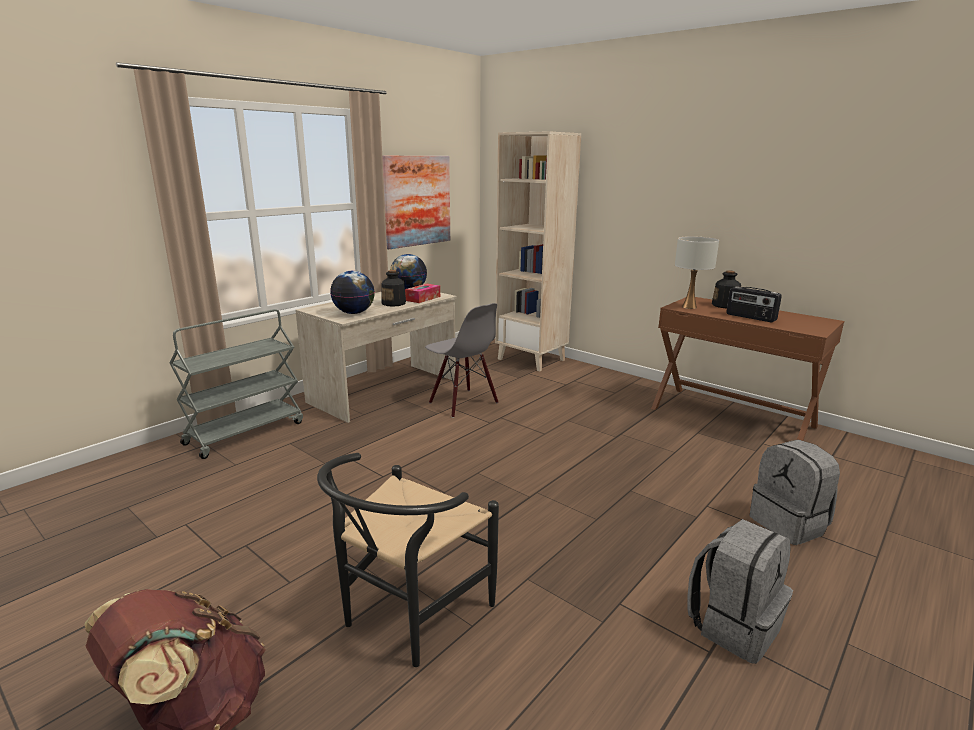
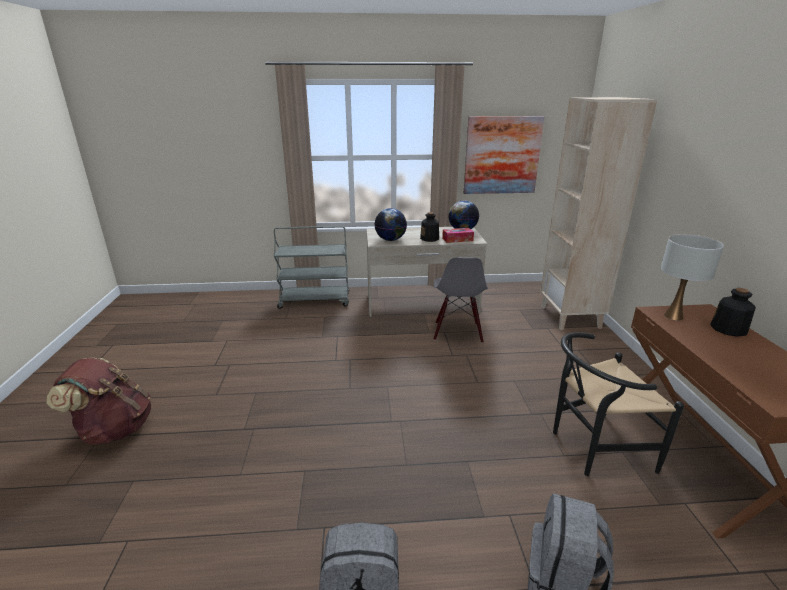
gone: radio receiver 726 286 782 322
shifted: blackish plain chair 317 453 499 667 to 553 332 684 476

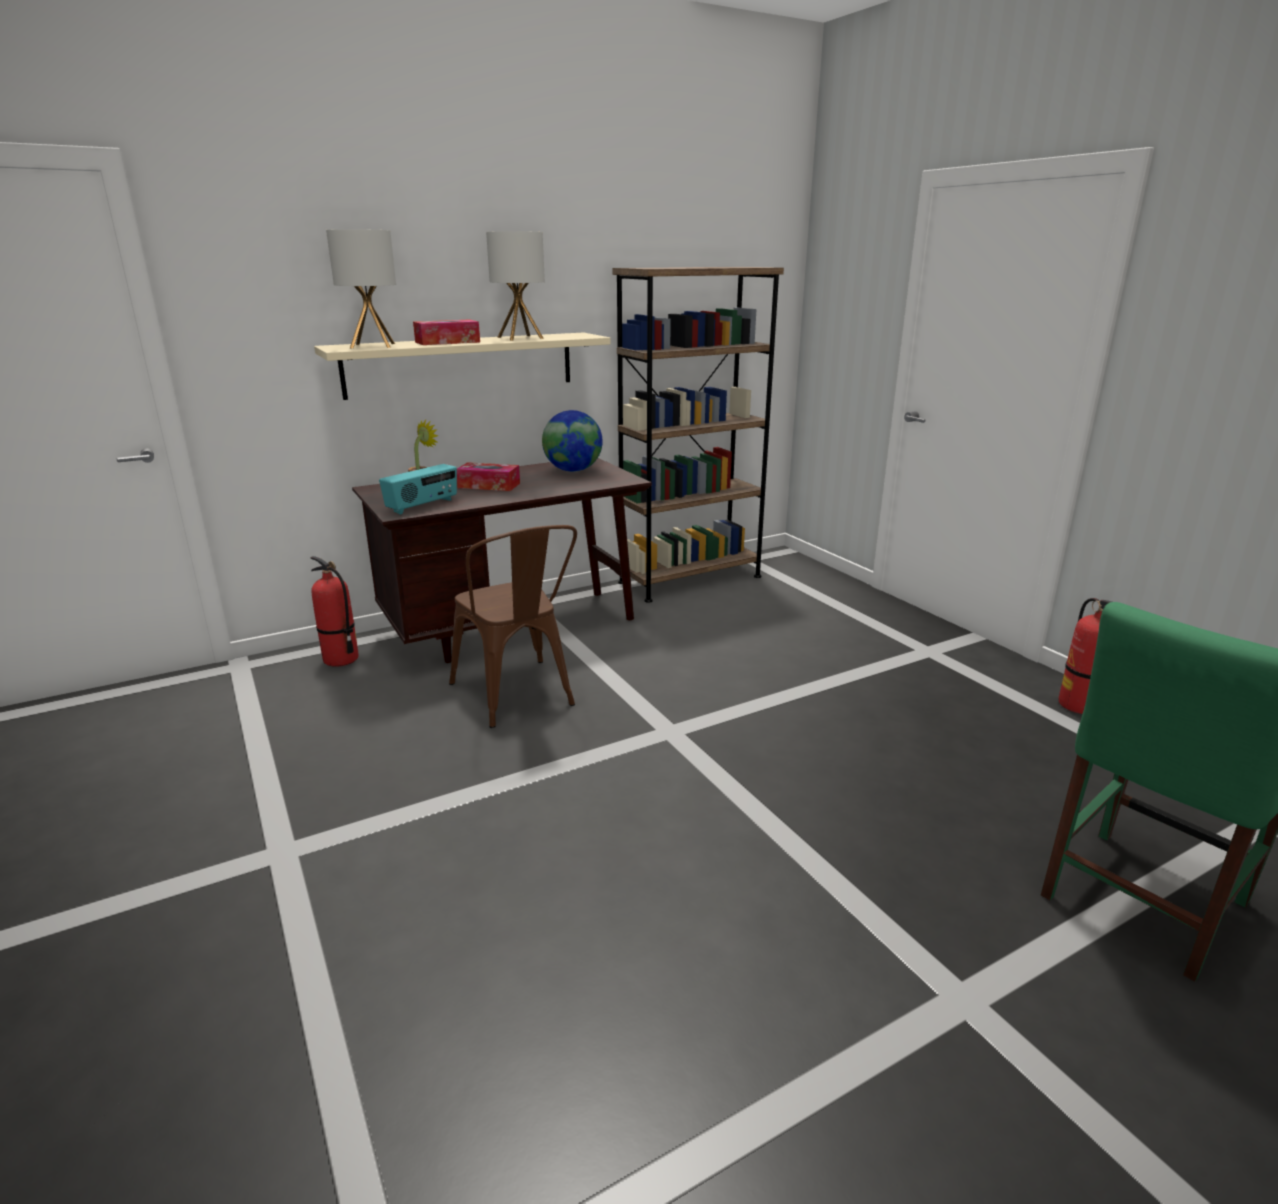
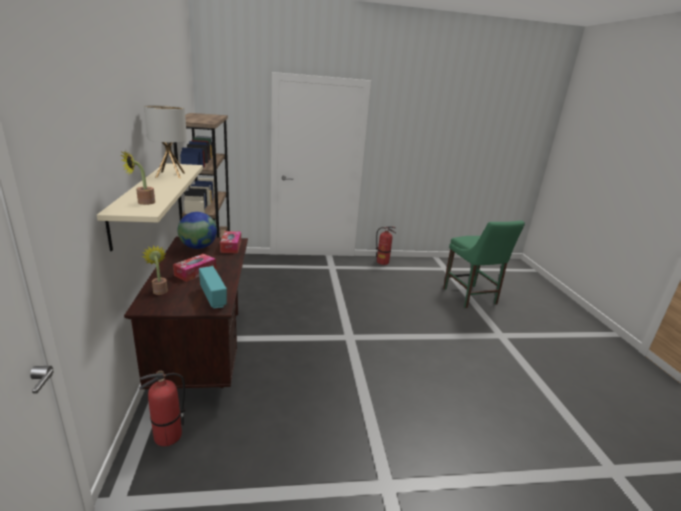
gone: brown-coloured plain chair 449 525 577 728
shifted: tissue holder 413 319 480 345 to 220 231 241 253
swapped: tabletop lamp 326 229 396 348 to potted plant 121 150 155 205

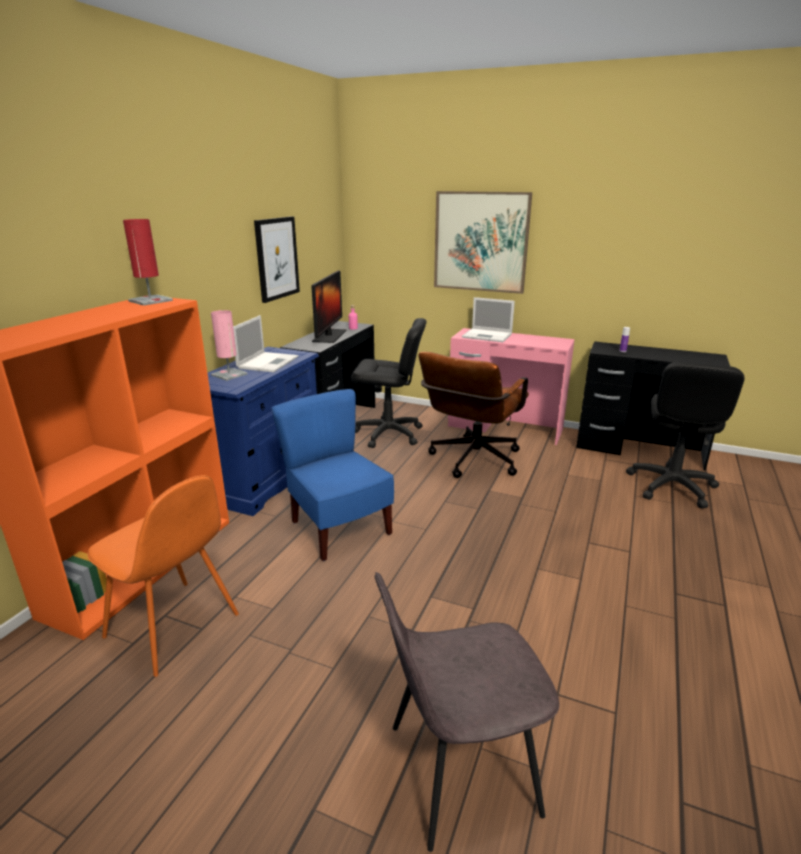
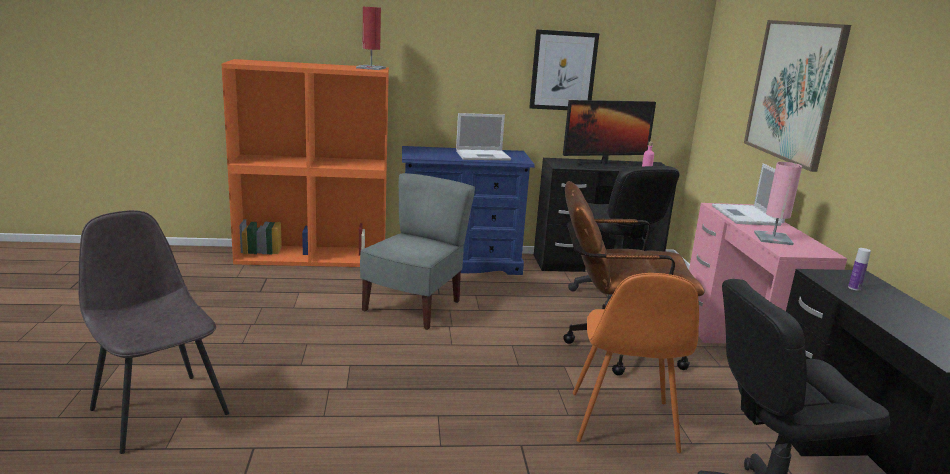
shifted: orange plain chair 87 475 239 677 to 573 273 699 453; pinkish tabletop lamp 211 310 247 381 to 754 162 802 245
repainted: blue-coloured plain chair 271 389 394 561 to grey plain chair 360 173 475 330

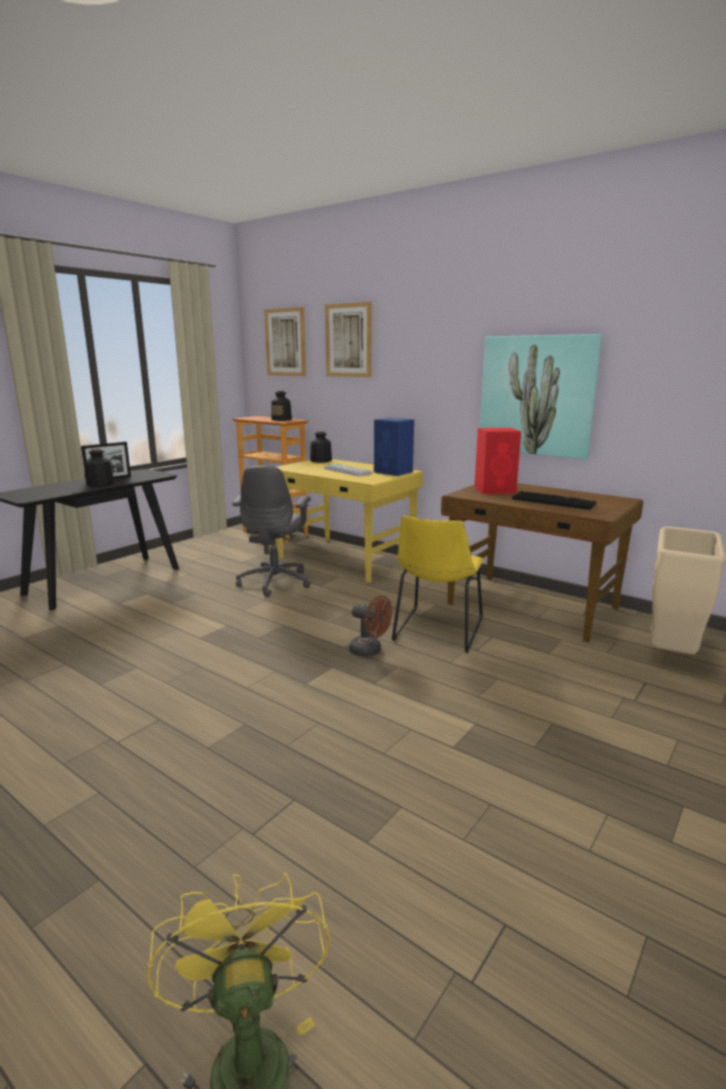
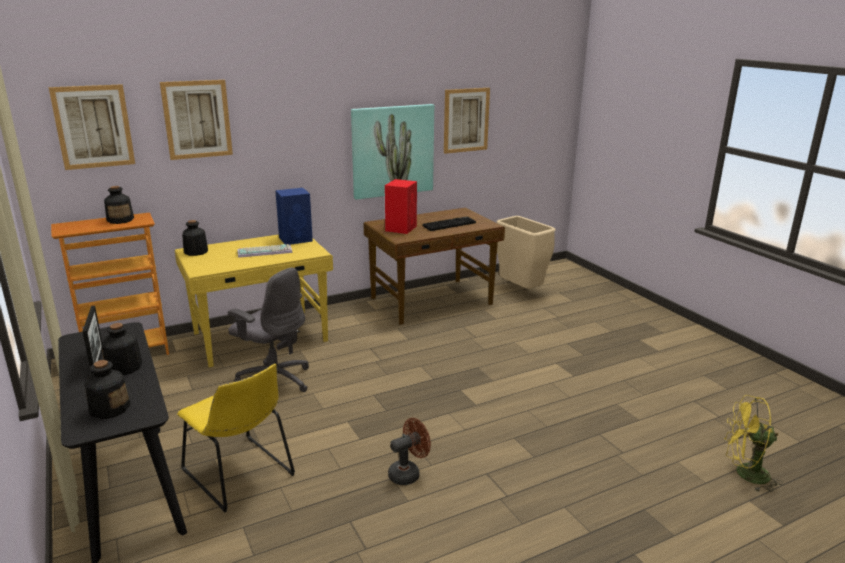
new: bottle 85 360 131 419; wall art 444 88 490 154
shifted: brown-coloured electric fan 349 596 392 657 to 388 418 431 485; yellow plain chair 392 515 483 653 to 177 364 295 513

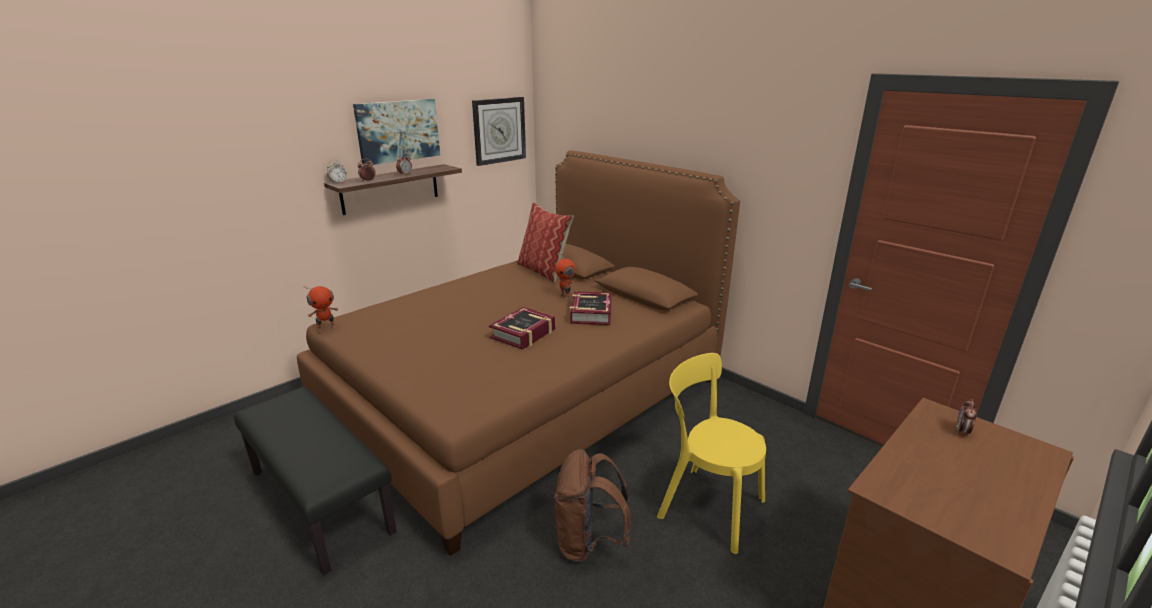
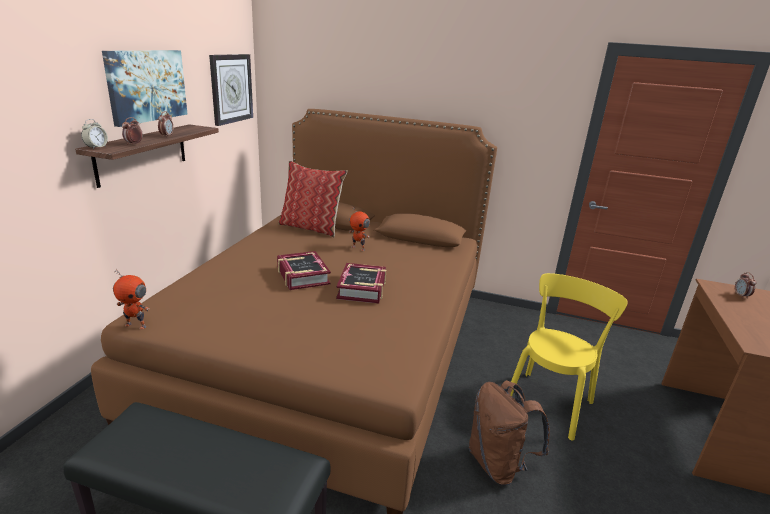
shifted: volume 570 291 612 325 to 277 251 331 290
rotated: toy robot 304 285 338 332 = 113 269 150 330 75 degrees clockwise; yellow plain chair 657 353 766 554 = 510 273 628 441 120 degrees clockwise

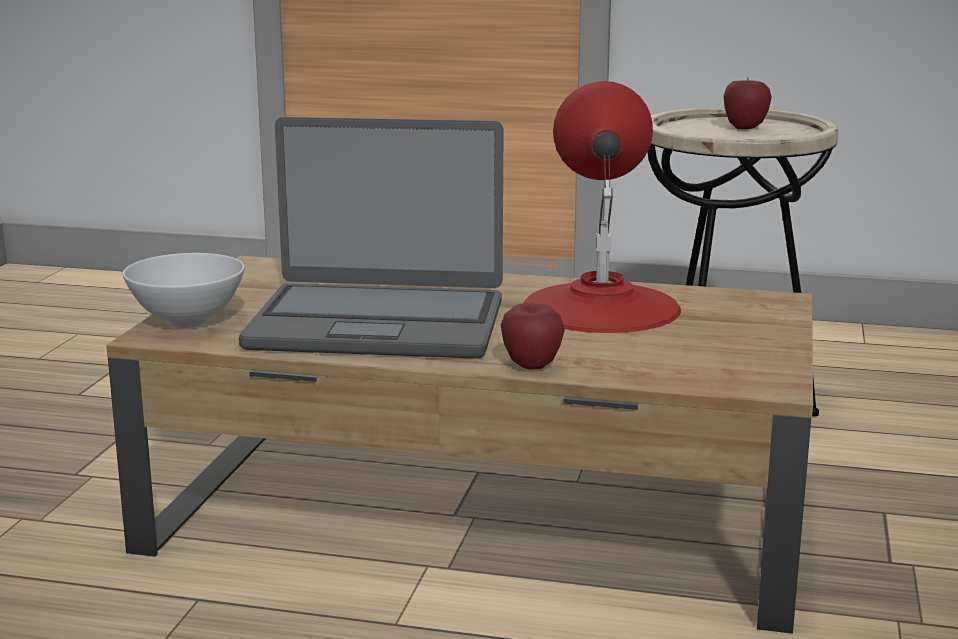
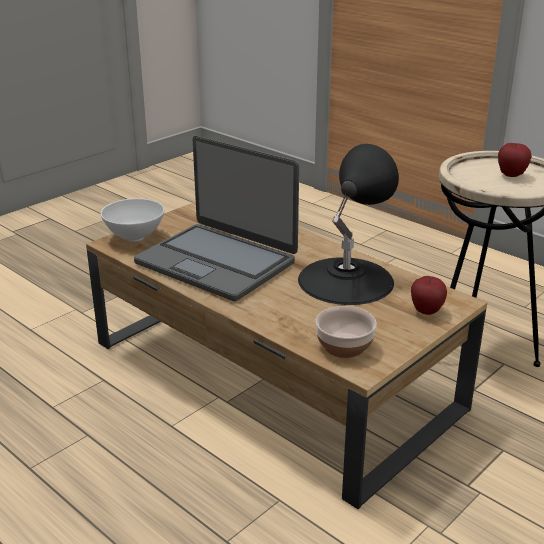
new: serving bowl 315 306 377 358
shifted: apple 501 303 565 369 to 411 276 447 315
repainted: red-coloured tabletop lamp 524 81 681 333 to blackish tabletop lamp 298 144 399 305

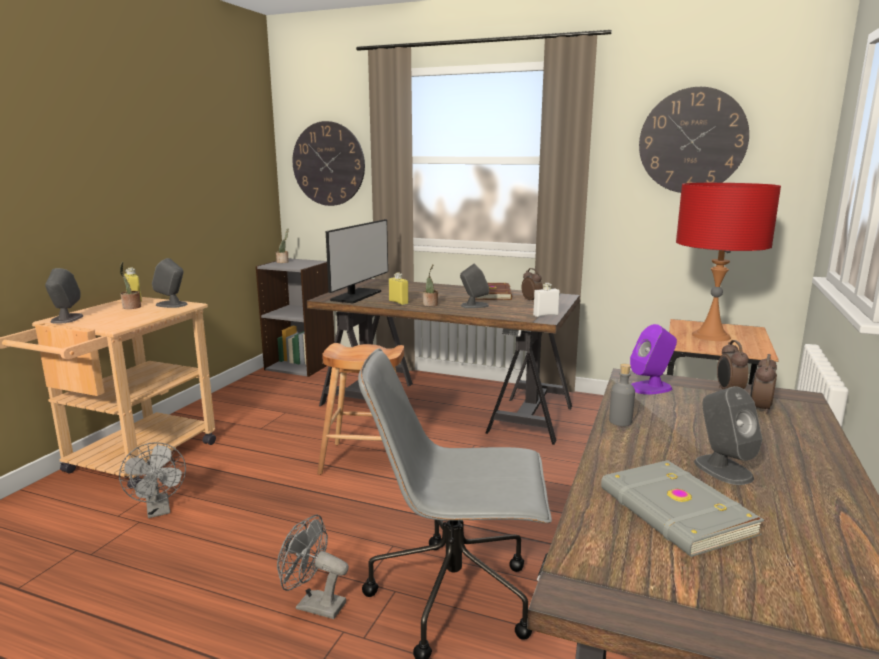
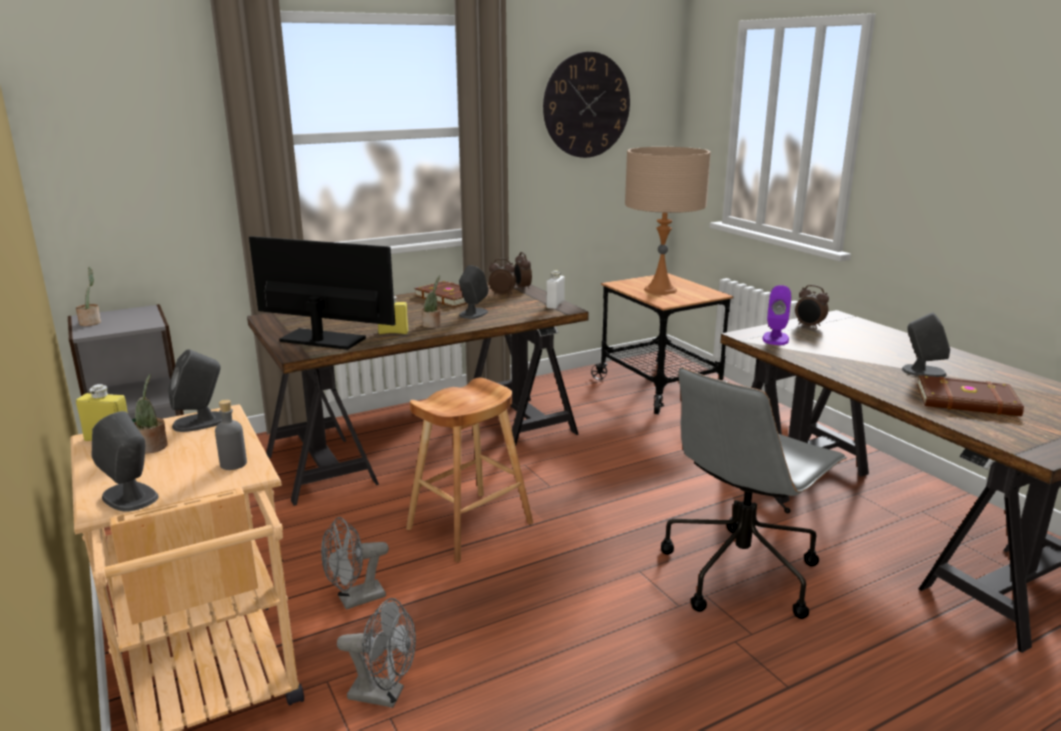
gone: clock on the wall 293 121 365 206
shifted: grey electric fan 277 515 349 619 to 321 517 389 610; grey bottle 609 364 635 426 to 215 400 247 470; bedside clock 750 354 777 413 to 514 252 532 290
repainted: grey volume 601 460 764 557 to brown-coloured volume 917 375 1024 416; red-coloured tabletop lamp 676 183 781 341 to beige tabletop lamp 625 147 711 295
rotated: computer display 326 219 388 303 = 249 236 395 350 45 degrees counterclockwise

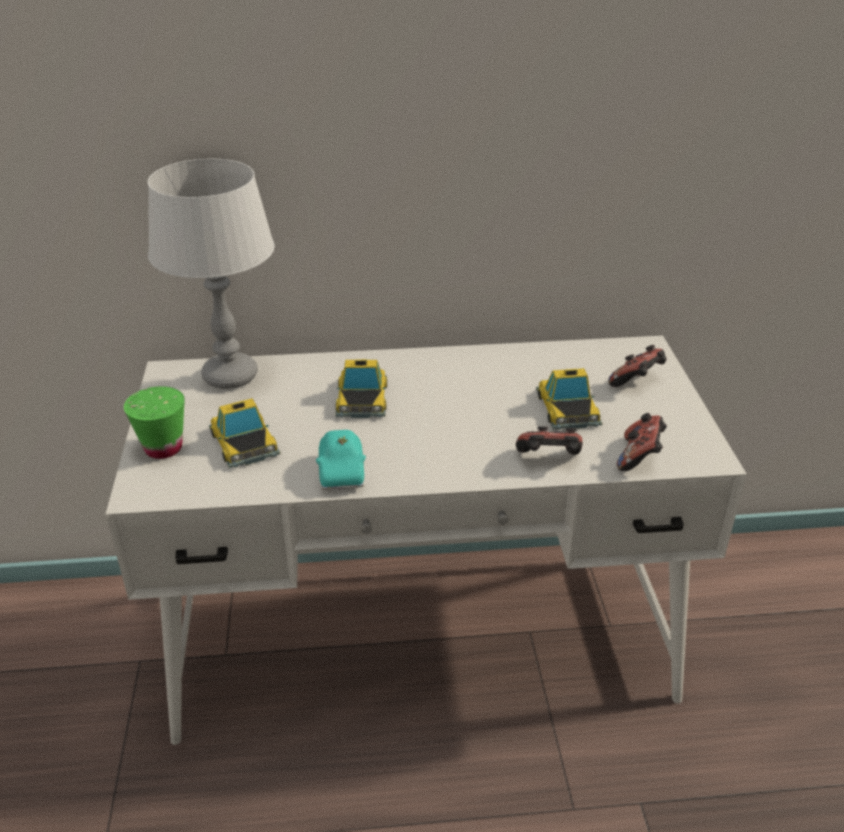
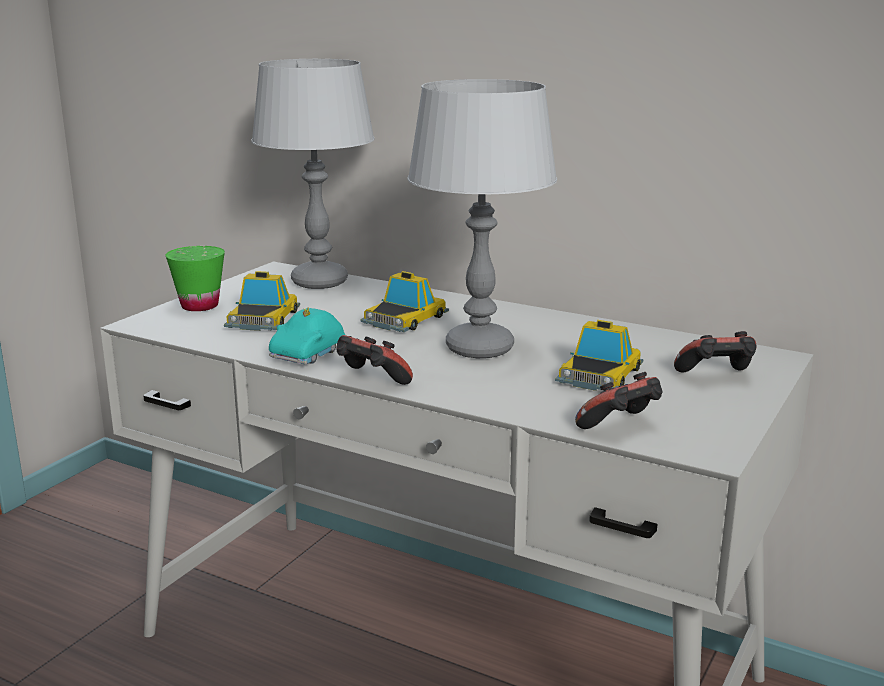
new: grey tabletop lamp 407 79 557 358
shifted: game controller 516 426 583 455 to 336 335 413 385

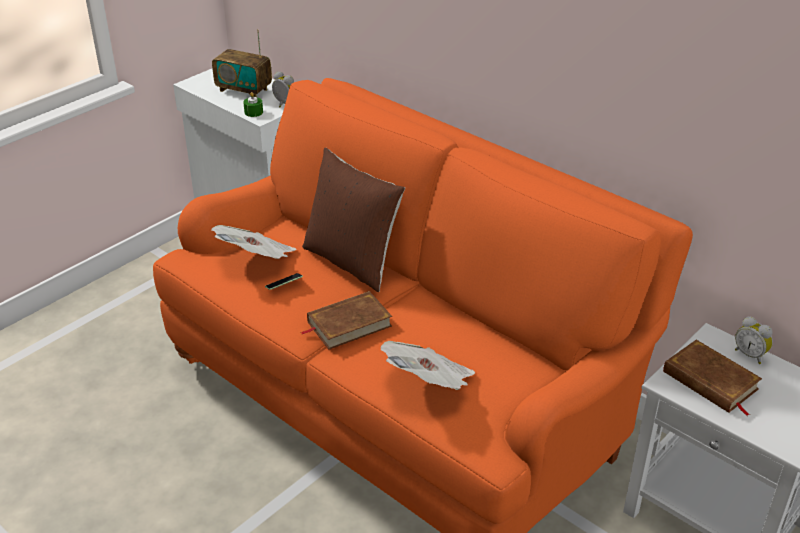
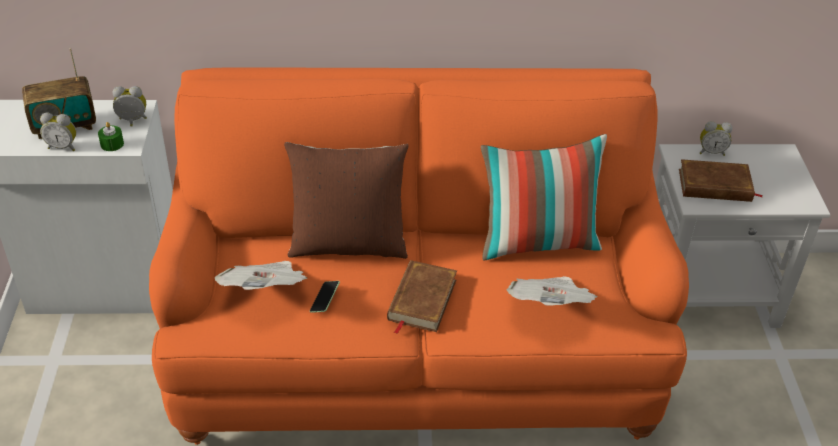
new: bedside clock 40 112 76 151; pillow 481 134 607 261

